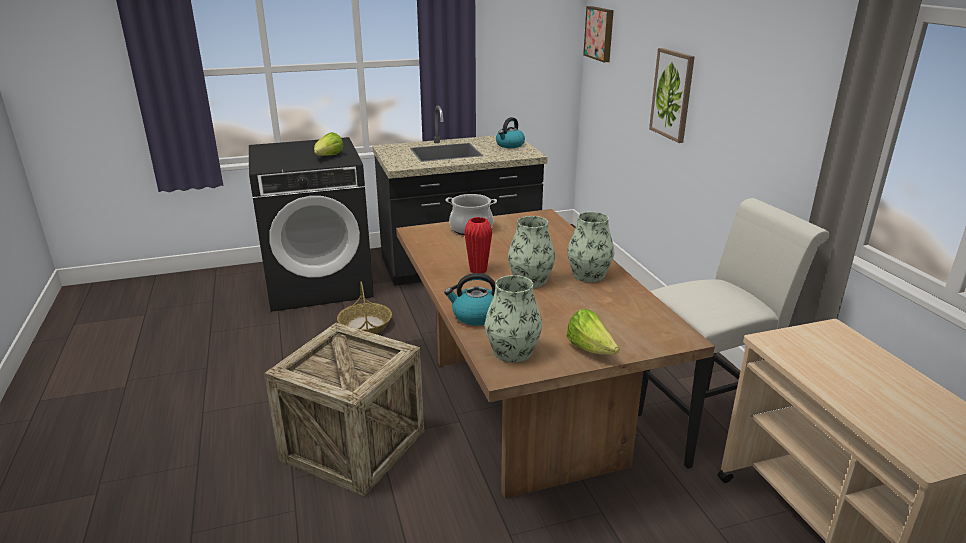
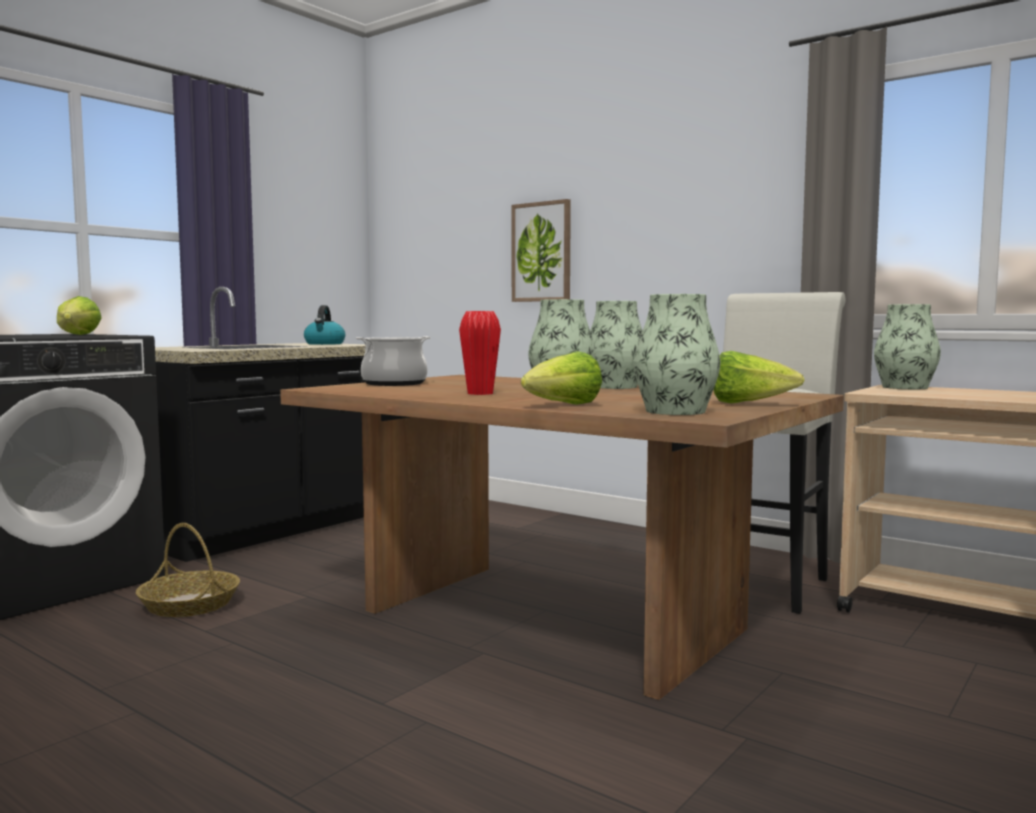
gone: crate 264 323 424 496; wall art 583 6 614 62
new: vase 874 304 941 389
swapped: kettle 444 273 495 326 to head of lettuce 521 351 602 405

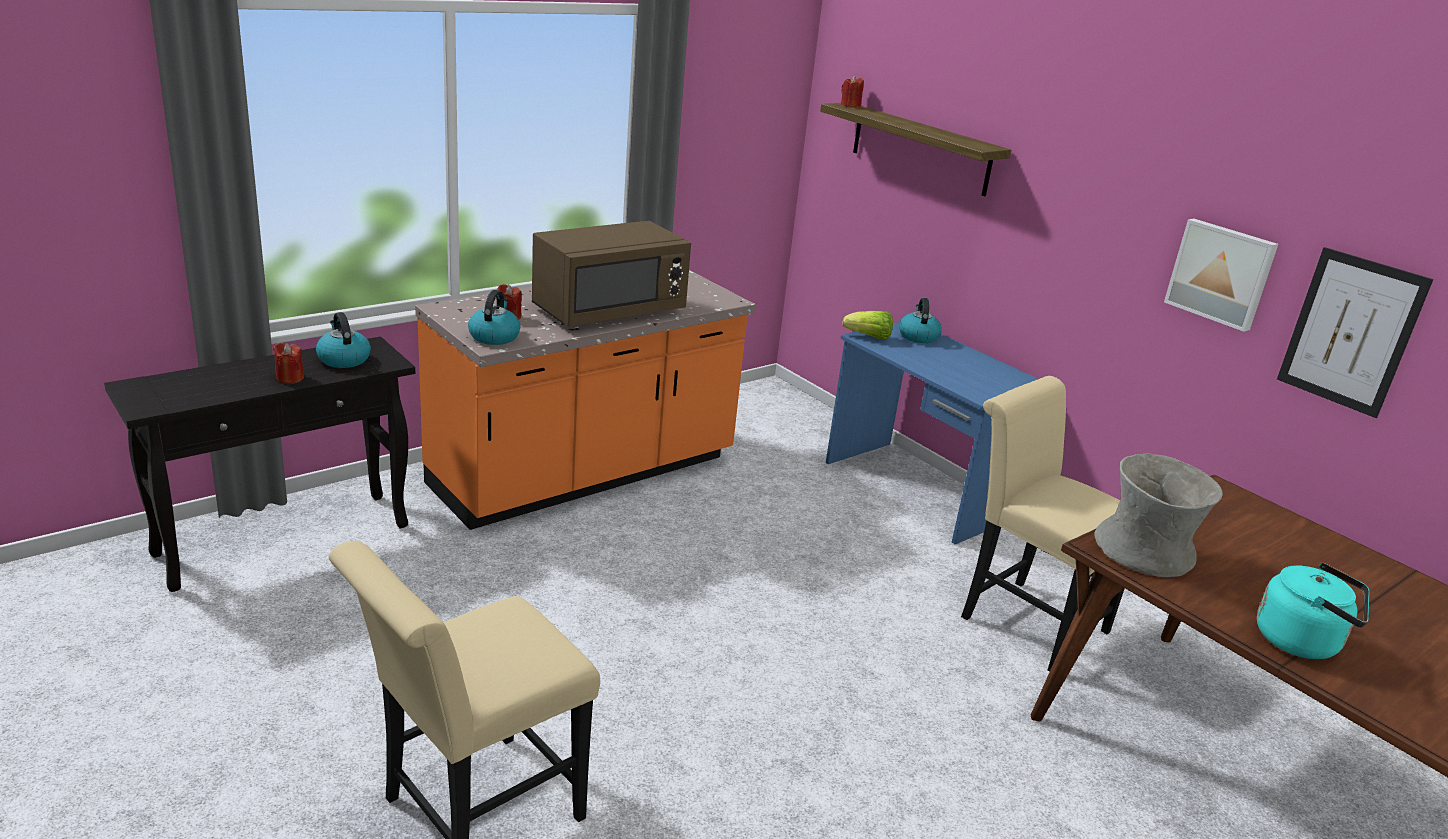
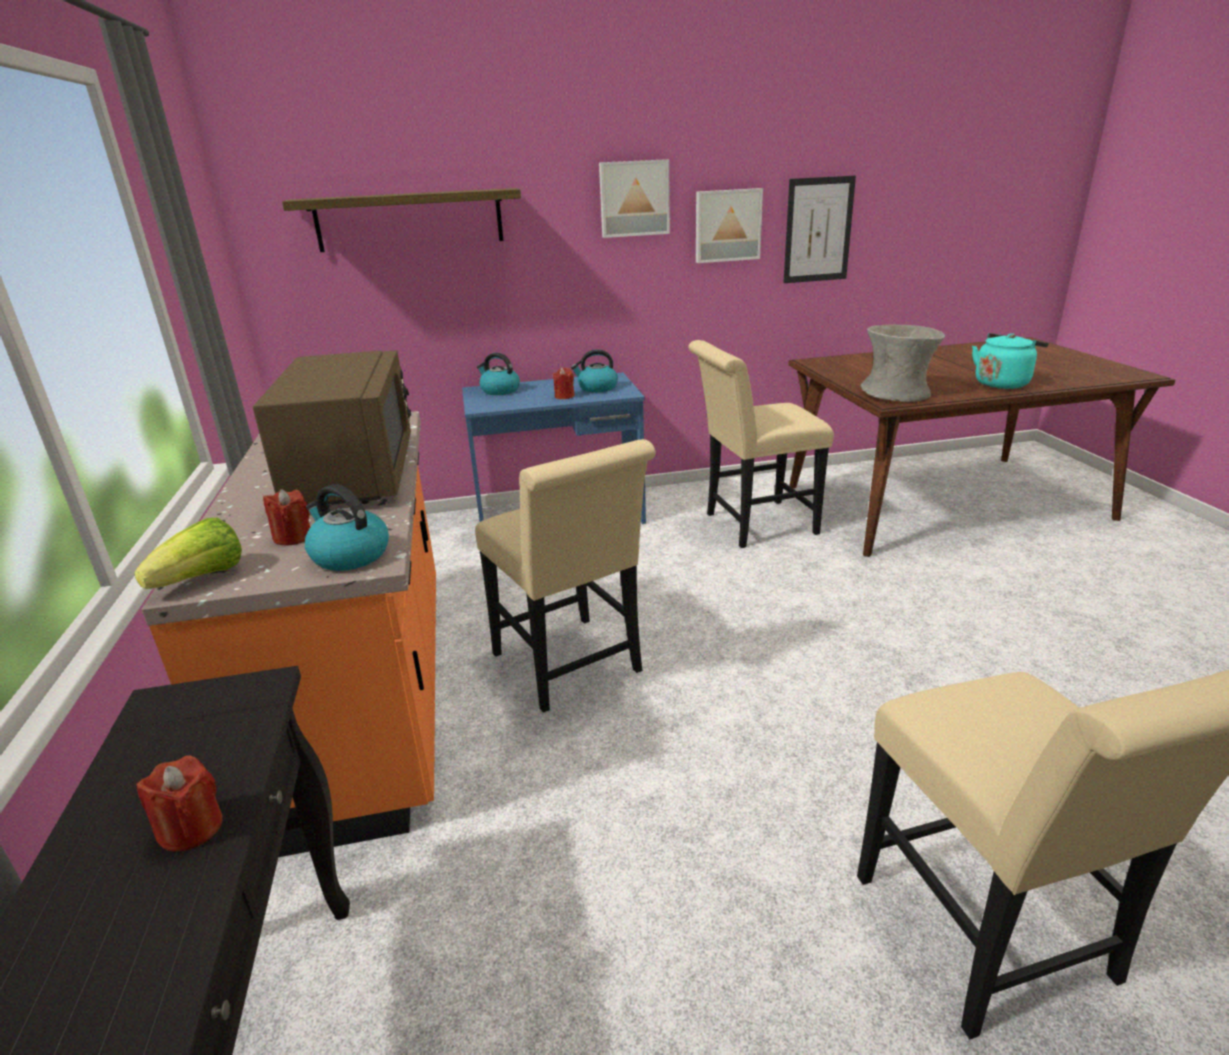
new: beige plain chair 475 439 656 713; wall art 599 159 670 238
shifted: kettle 316 312 371 368 to 571 350 618 392; red-coloured wax candle 841 75 864 107 to 553 367 575 399; head of lettuce 842 311 893 340 to 134 518 242 589

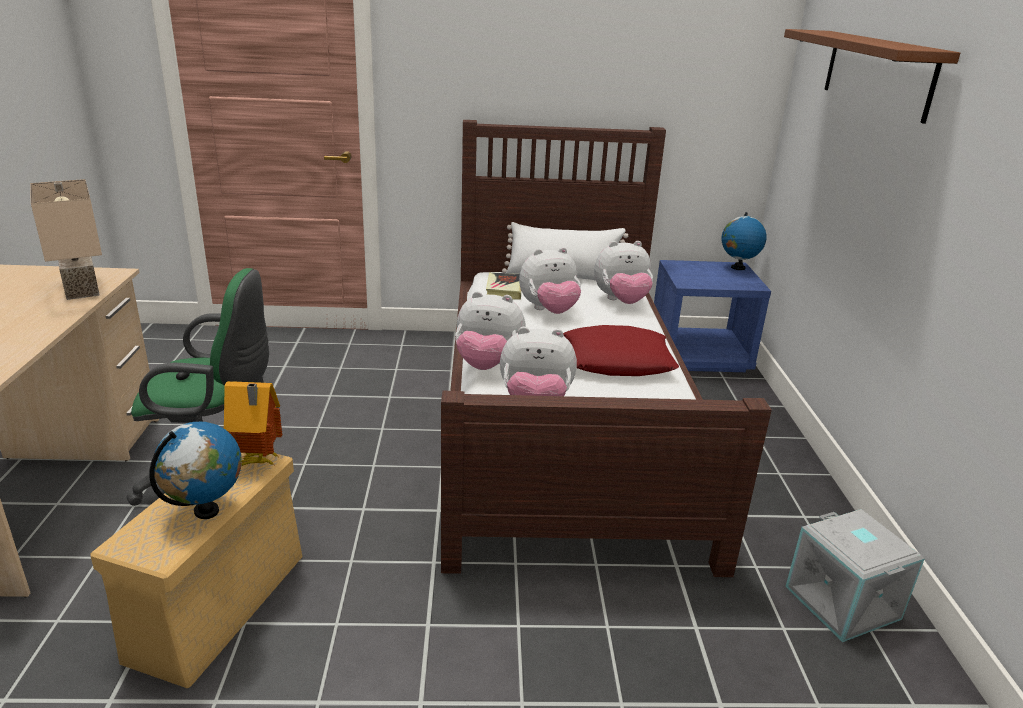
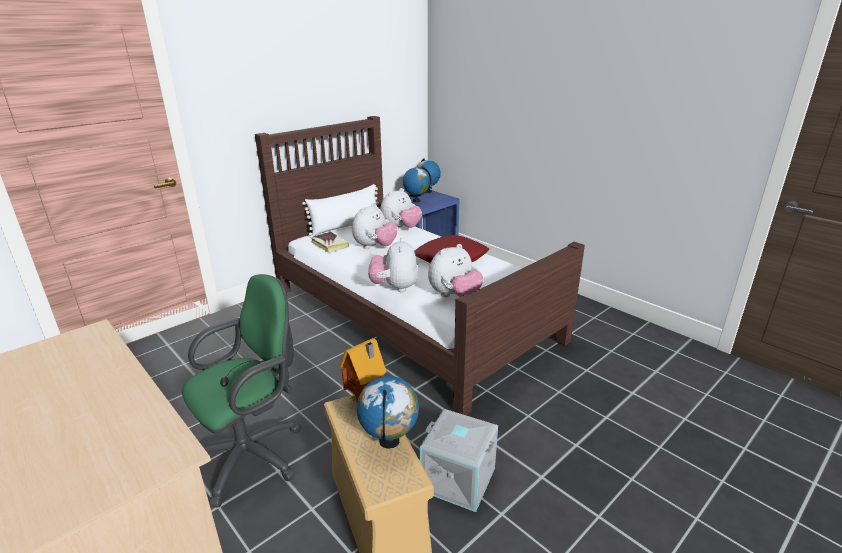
gone: beige tabletop lamp 30 179 102 300; brown-coloured bracket shelf 784 29 960 124
new: desk globe 403 166 431 202
shifted: grey storage bin 785 509 925 642 to 420 409 498 512
rotated: plush toy 455 291 526 370 = 368 238 418 292 120 degrees clockwise

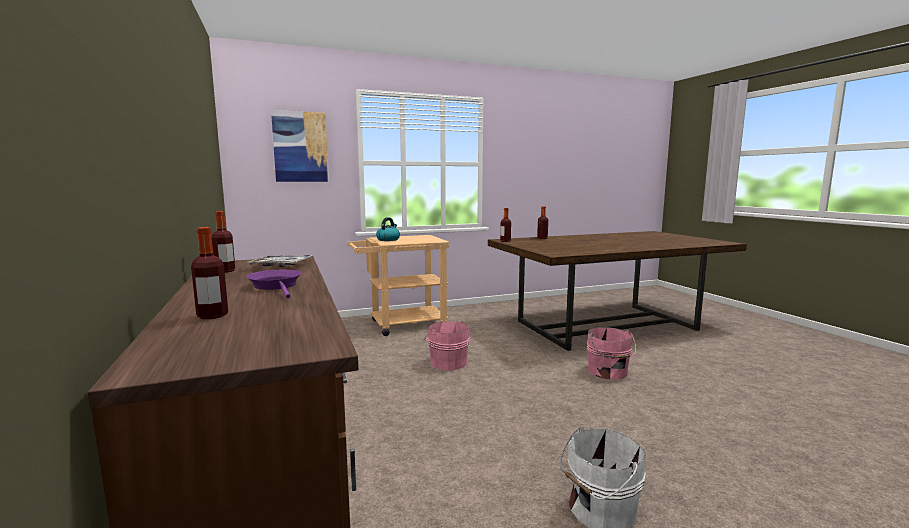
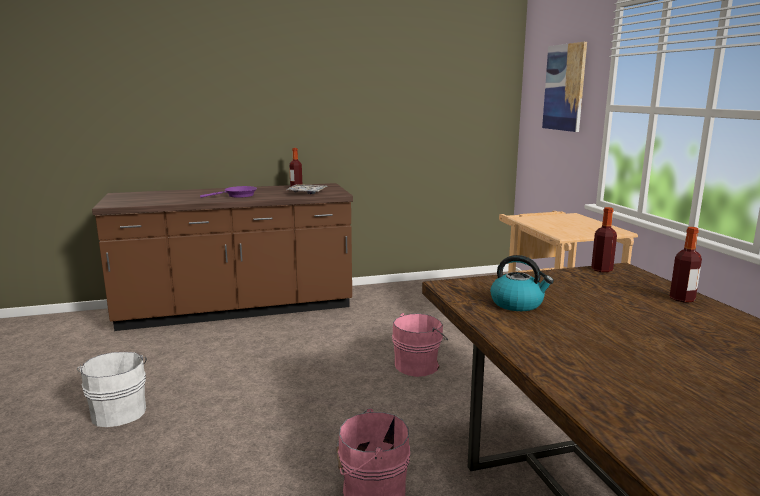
gone: bottle 191 227 228 319
shifted: kettle 376 217 400 241 to 490 255 554 311

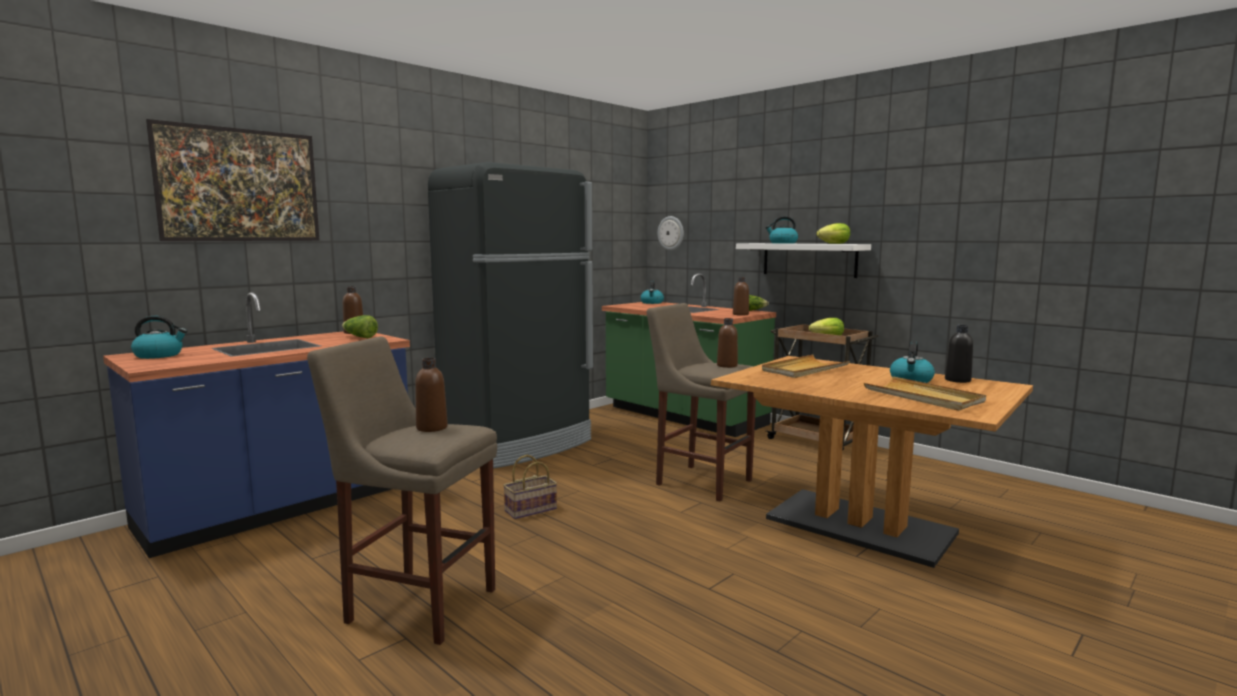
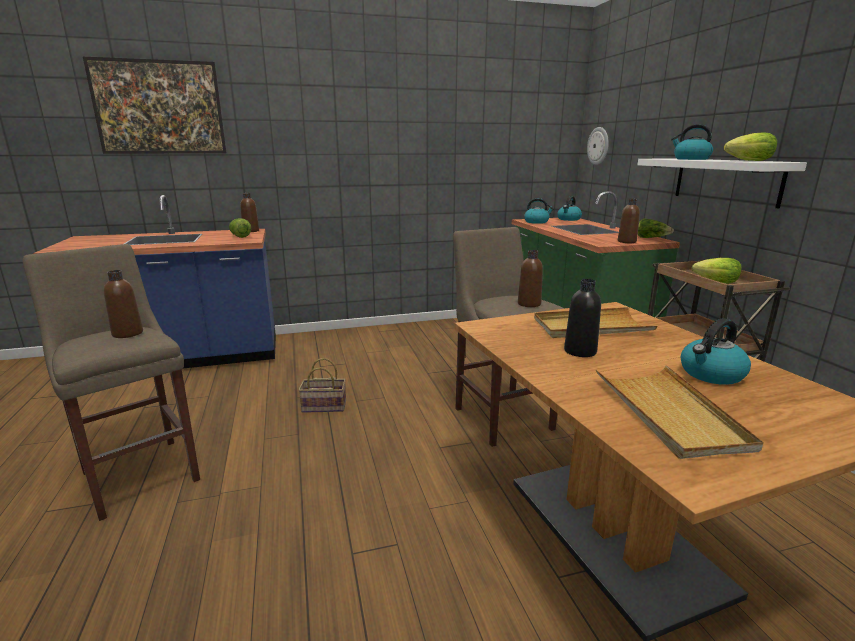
gone: blackish refrigerator 428 162 593 469
shifted: kettle 131 316 187 359 to 524 198 554 224; blackish bottle 945 325 973 383 to 564 279 601 357

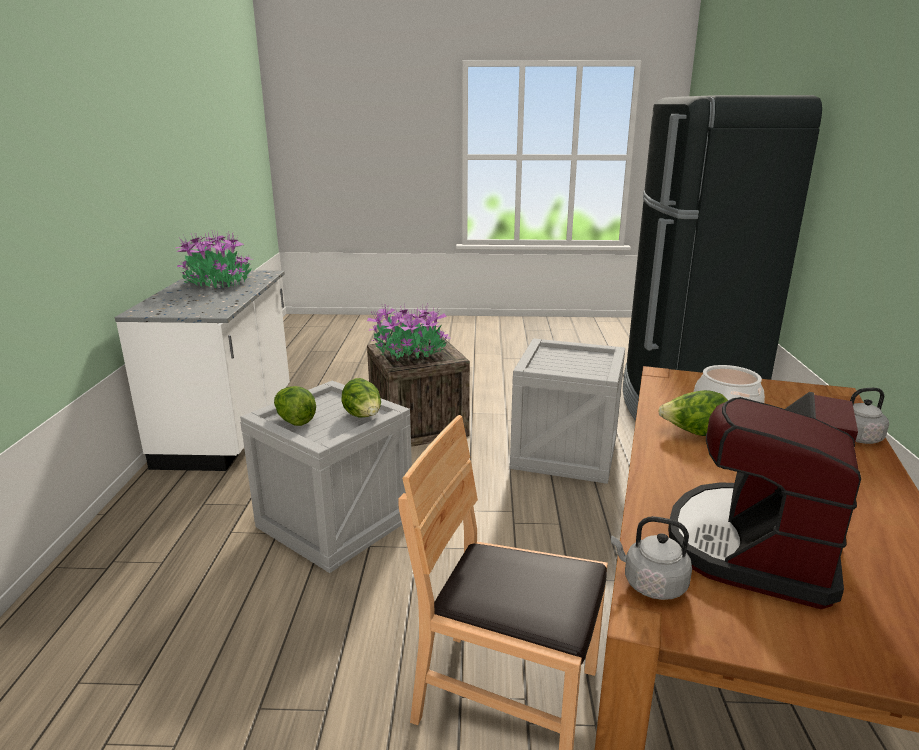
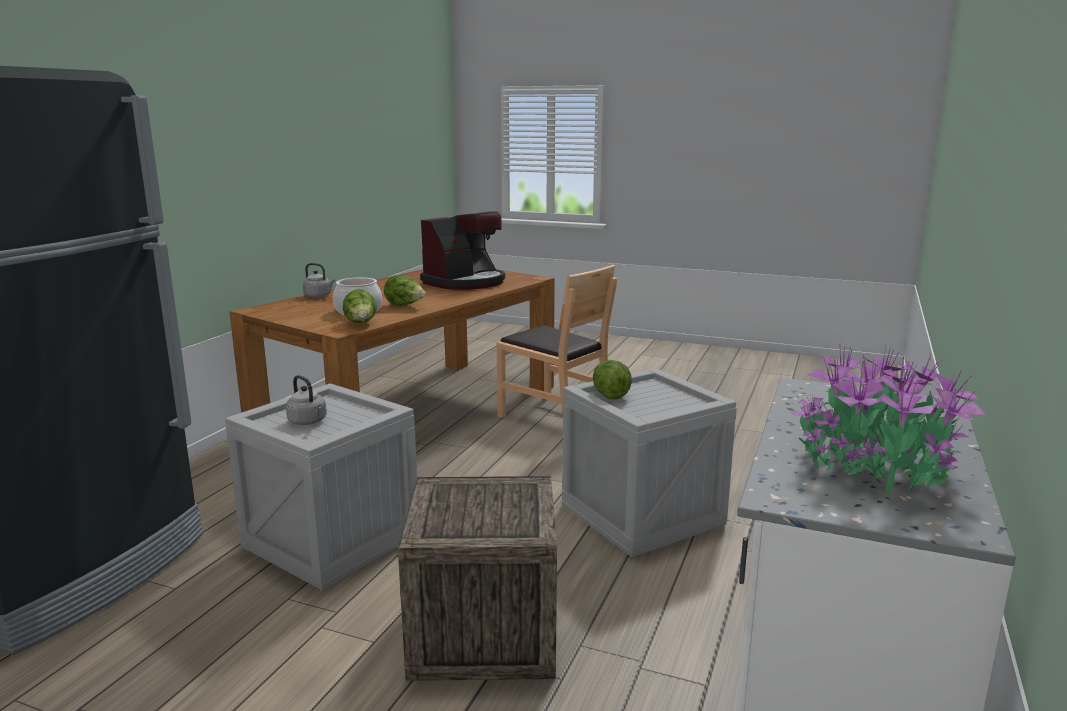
gone: potted plant 367 303 451 361
shifted: head of lettuce 274 386 316 426 to 343 289 377 323; grey kettle 611 516 692 600 to 286 375 327 425

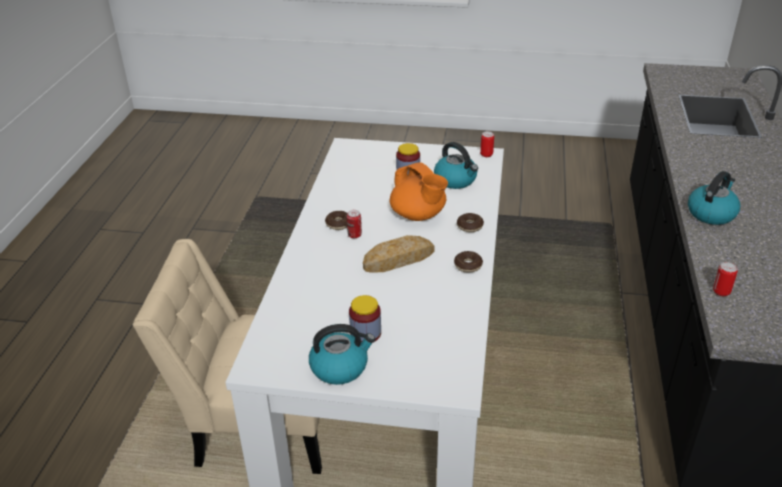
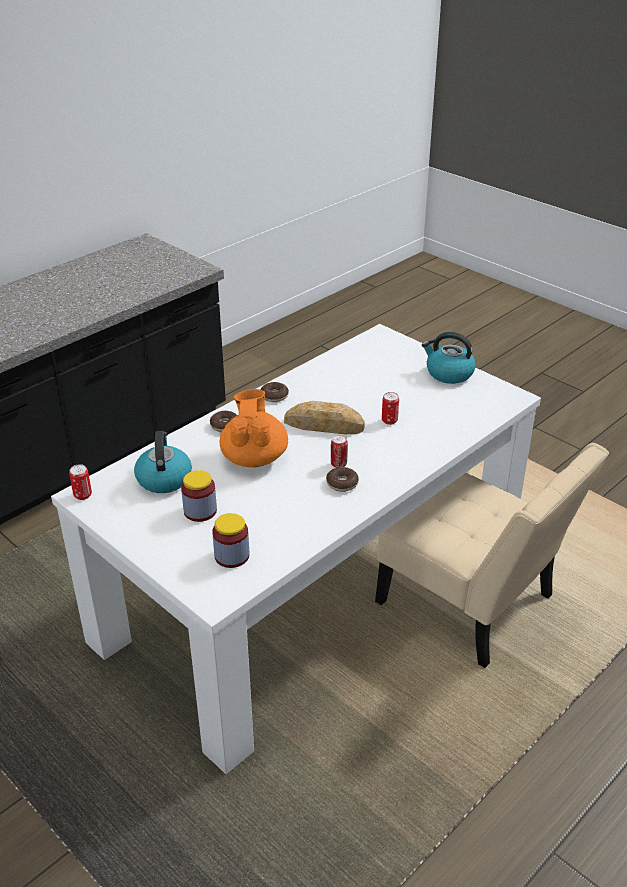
gone: kettle 688 171 740 225
shifted: jar 349 295 381 342 to 212 513 249 568; can 713 262 738 296 to 382 392 399 425

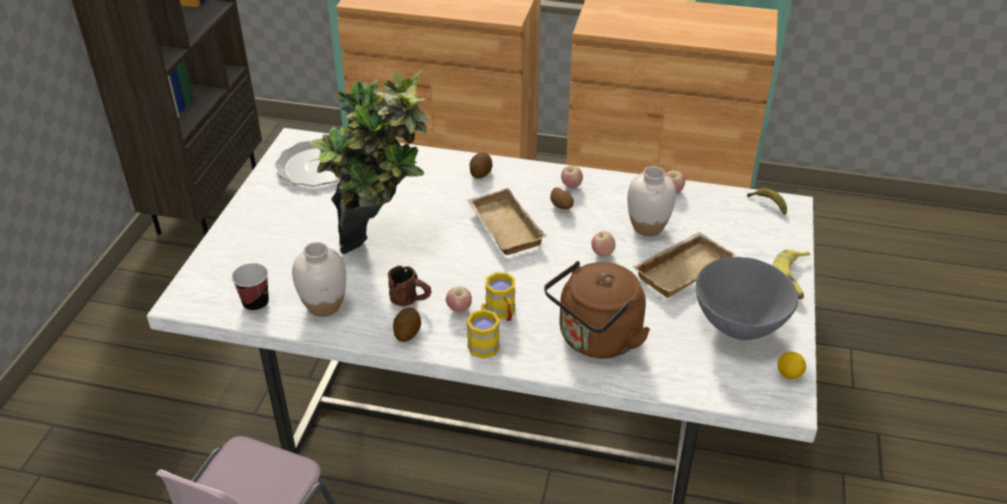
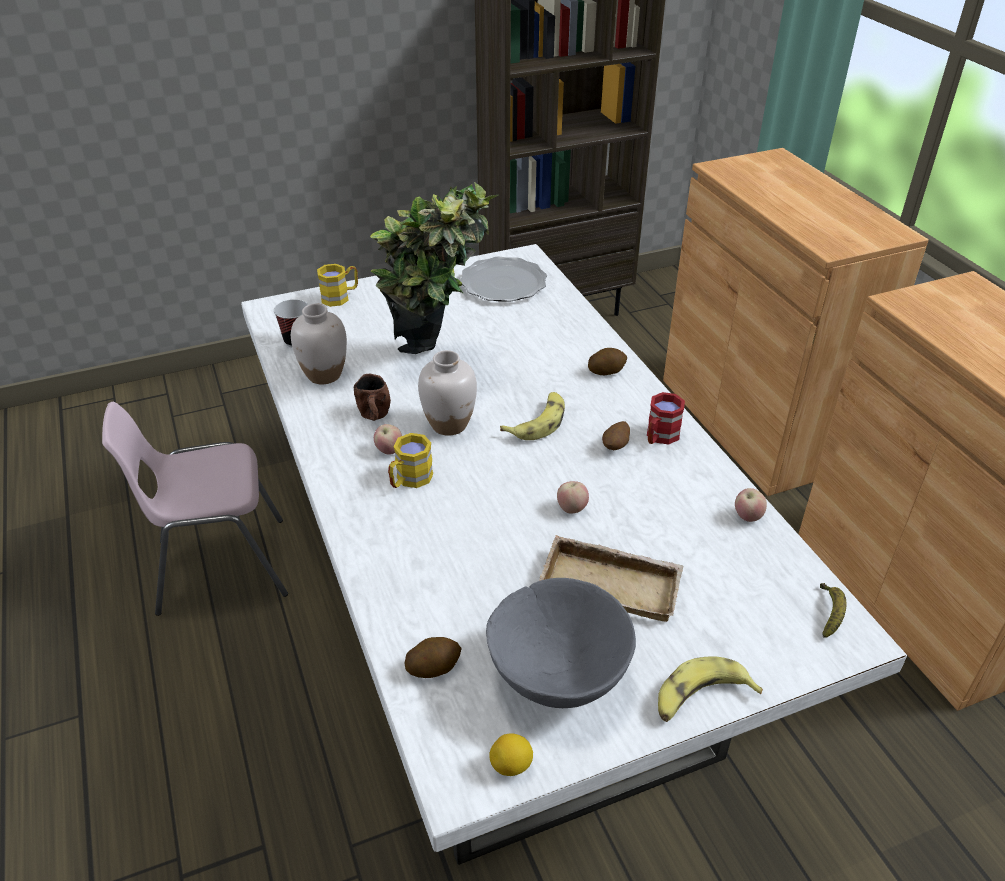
gone: brown-coloured kettle 544 261 650 359
shifted: spud 393 307 421 342 to 405 637 462 678; yellow coffee mug 466 303 500 359 to 317 264 358 307; white-coloured vase 627 166 676 236 to 418 350 477 436
swapped: beige serving tray 467 188 547 255 to whole banana 500 392 565 440; apple 561 165 583 188 to red-coloured coffee mug 647 392 685 444

